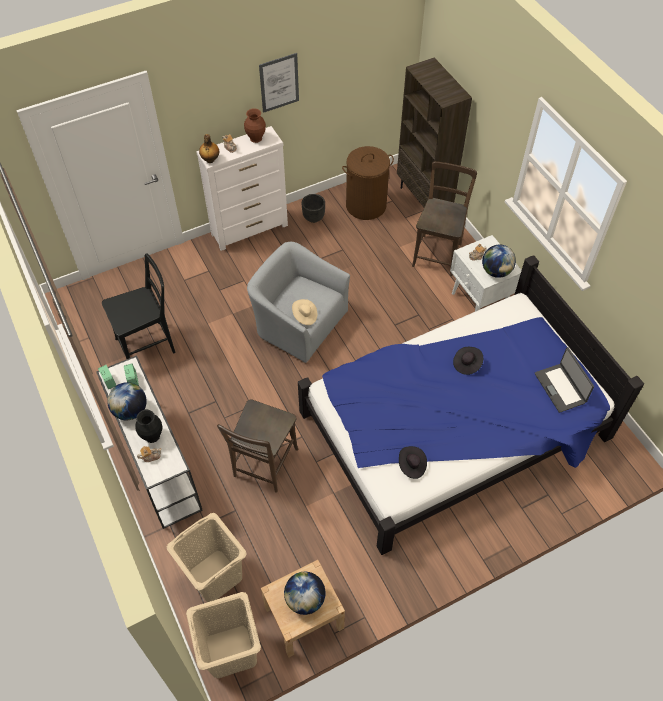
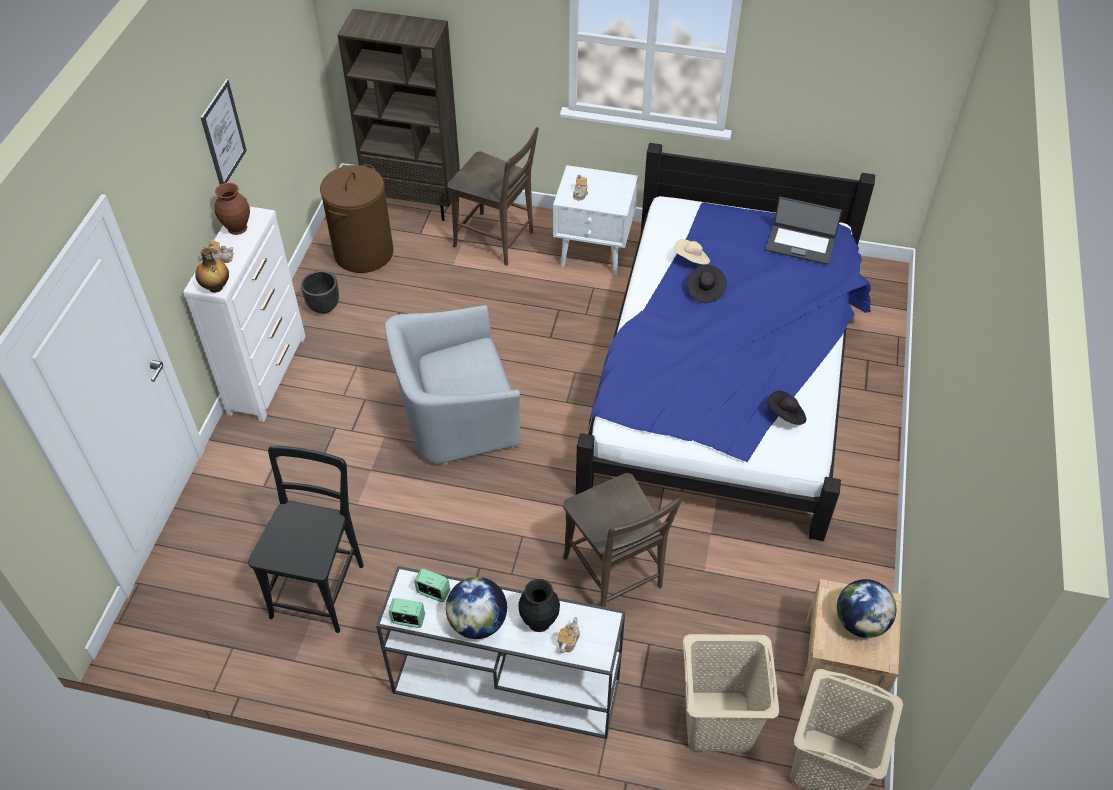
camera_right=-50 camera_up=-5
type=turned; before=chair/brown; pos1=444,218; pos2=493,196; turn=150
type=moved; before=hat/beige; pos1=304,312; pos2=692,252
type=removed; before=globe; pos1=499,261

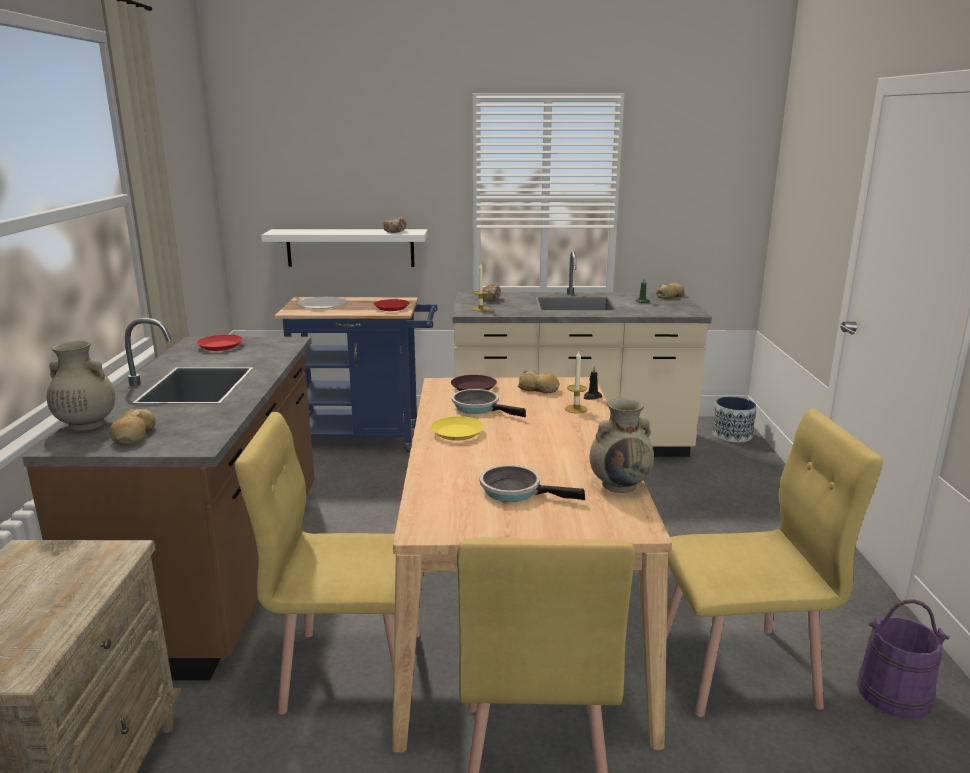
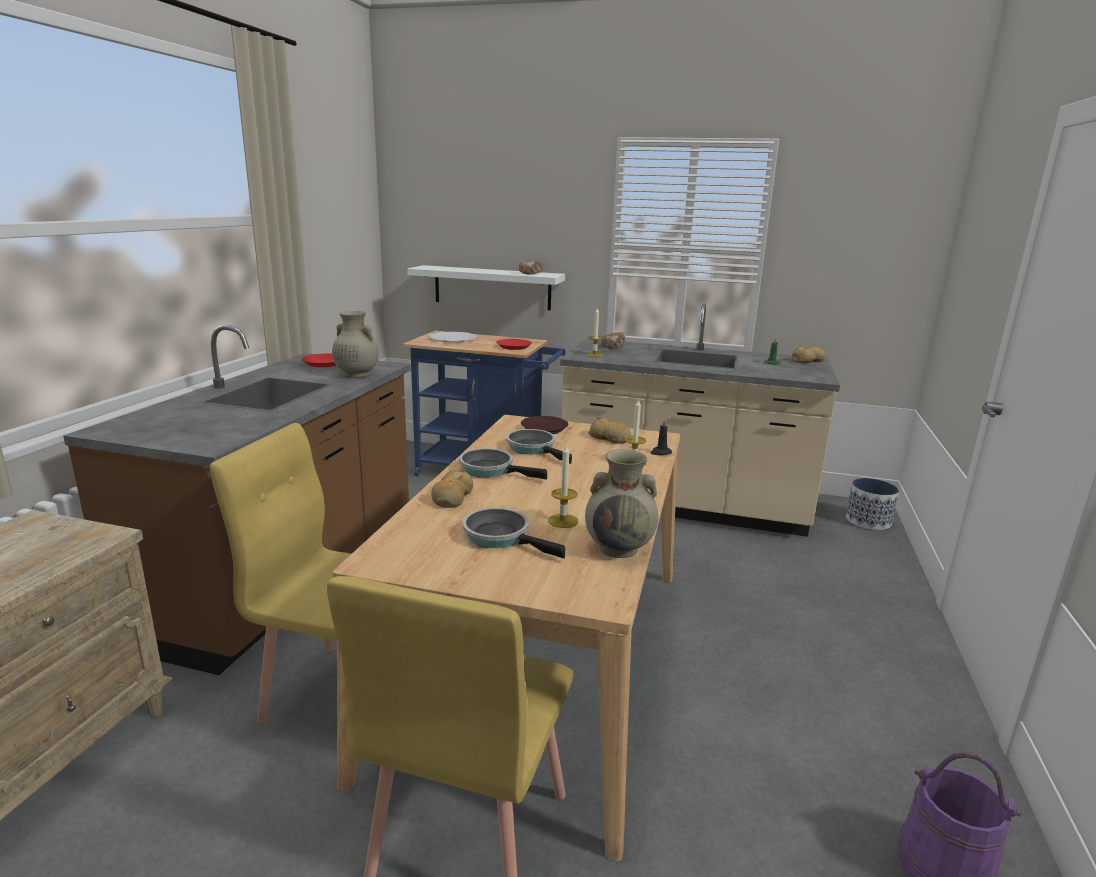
camera_right=15 camera_up=0
type=moved; before=vase/beige; pos1=80,386; pos2=355,344
type=moved; before=bread; pos1=132,426; pos2=452,489
type=replaced; before=plate/yellow; after=frying pan; pos1=457,428; pos2=503,464
type=added; after=candle; pos2=563,486
type=removed; before=chair/yellow; pos1=775,563

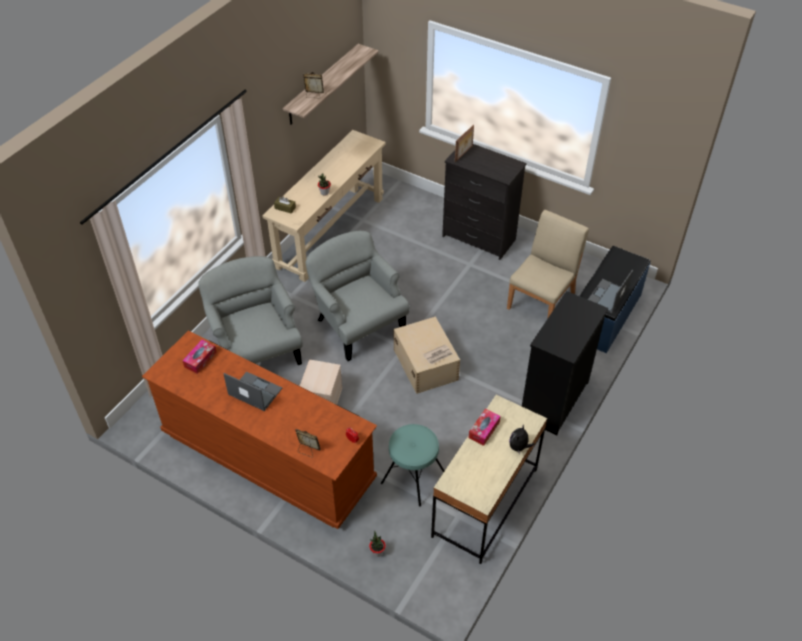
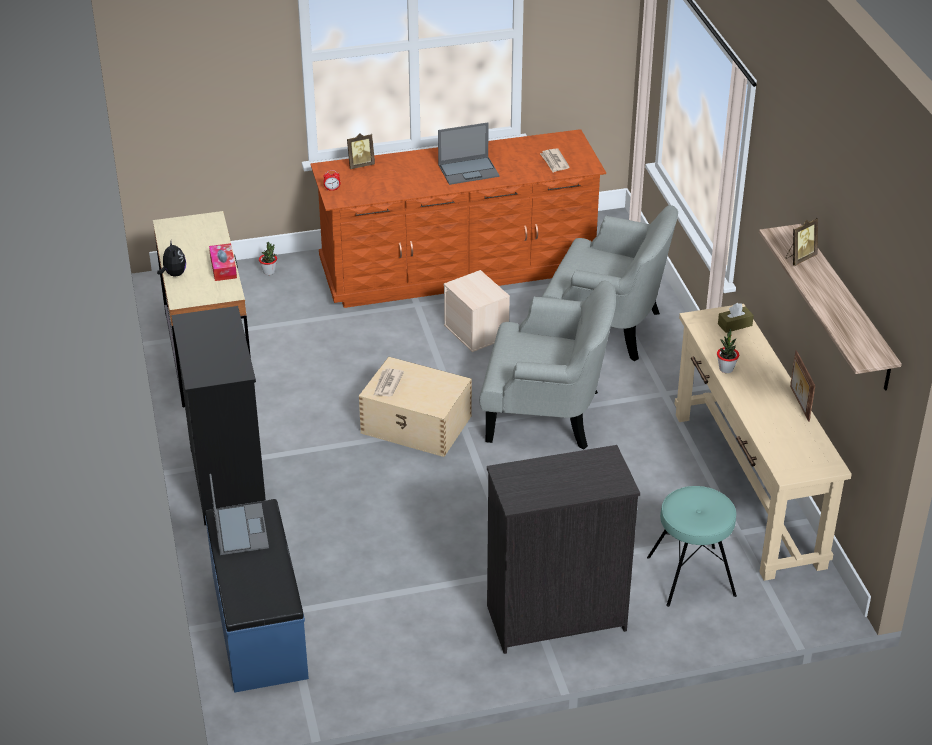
camera_right=135 camera_up=-10
type=replaced; before=tissue box; after=newspaper; pos1=199,357; pos2=555,160
type=moved; before=stool/turquoise; pos1=412,465; pos2=692,546
type=moved; before=picture frame; pos1=464,143; pos2=802,386
type=removed; before=chair/beige; pos1=548,263

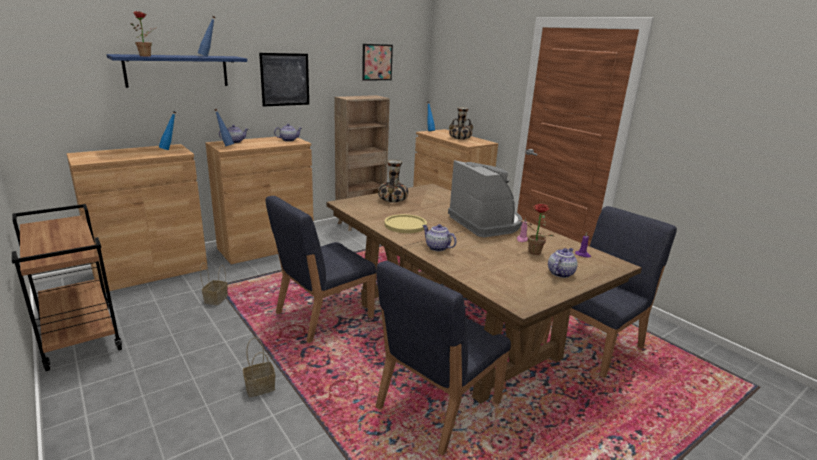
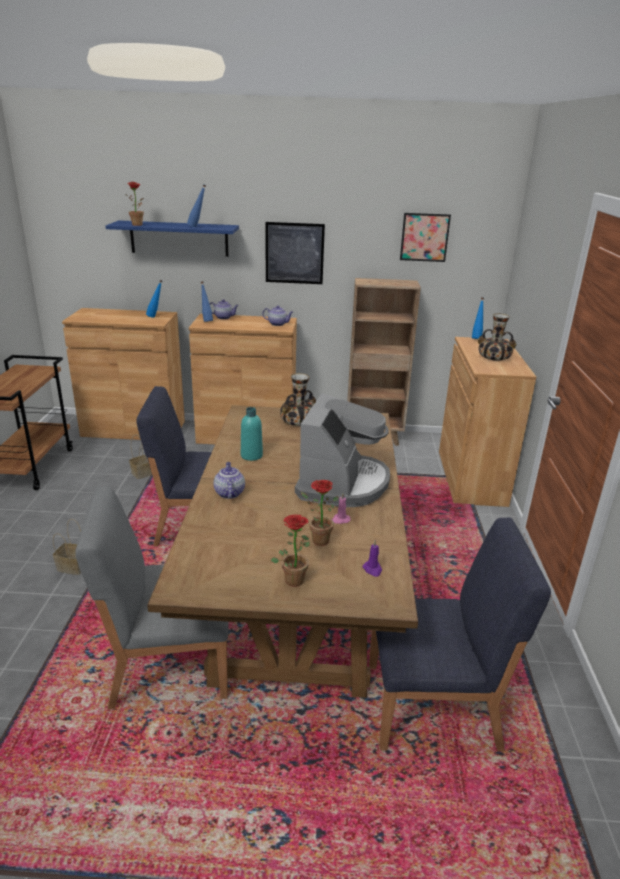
camera_right=40 camera_up=5
type=recoloured; before=chair/blue; after=chair/grey; pos1=443,358; pos2=152,598
type=replaced; before=plate/yellow; after=bottle/turquoise; pos1=405,223; pos2=252,434
type=replaced; before=teapot; after=potted plant; pos1=563,263; pos2=290,551

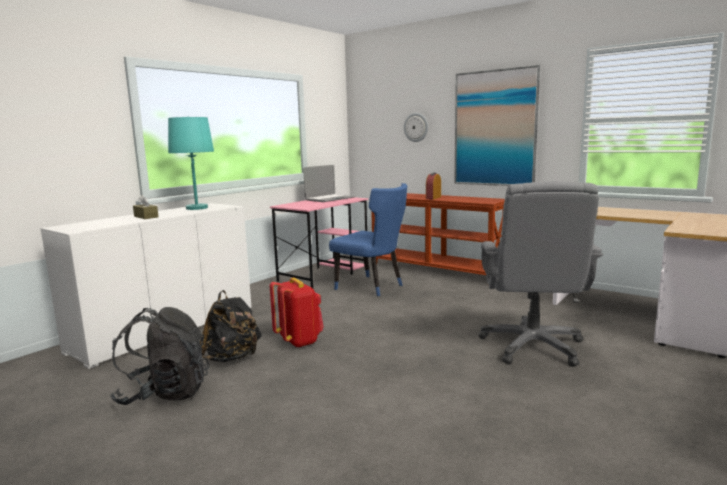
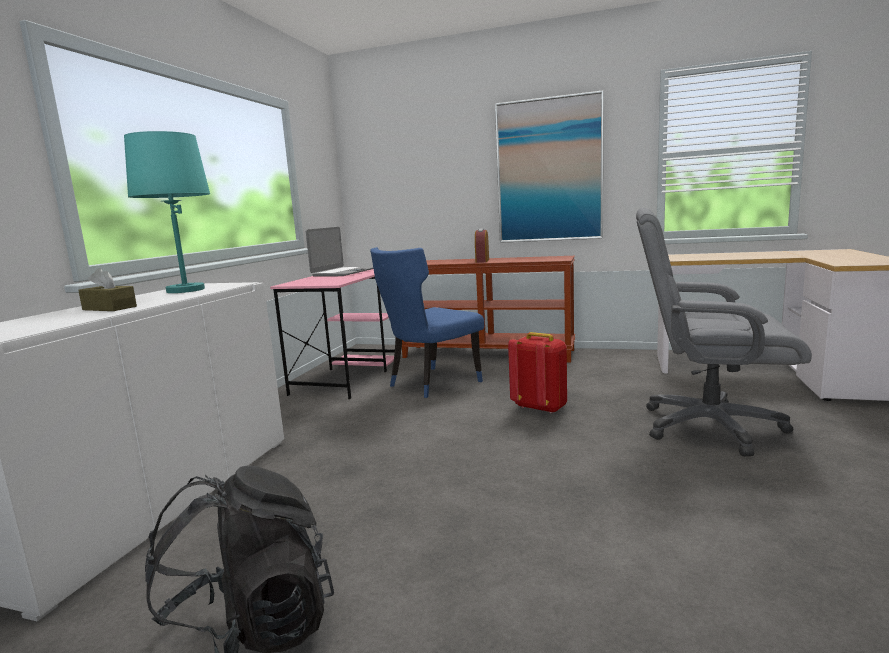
camera_right=-20 camera_up=0
type=turned; before=chair/blue; pos1=368,239; pos2=427,322; turn=120
type=moved; before=backpack/red; pos1=297,312; pos2=537,373
type=turned; before=office chair/grey; pos1=540,274; pos2=724,332; turn=120
type=removed; before=backpack/black; pos1=231,326
type=removed; before=wall clock; pos1=416,127

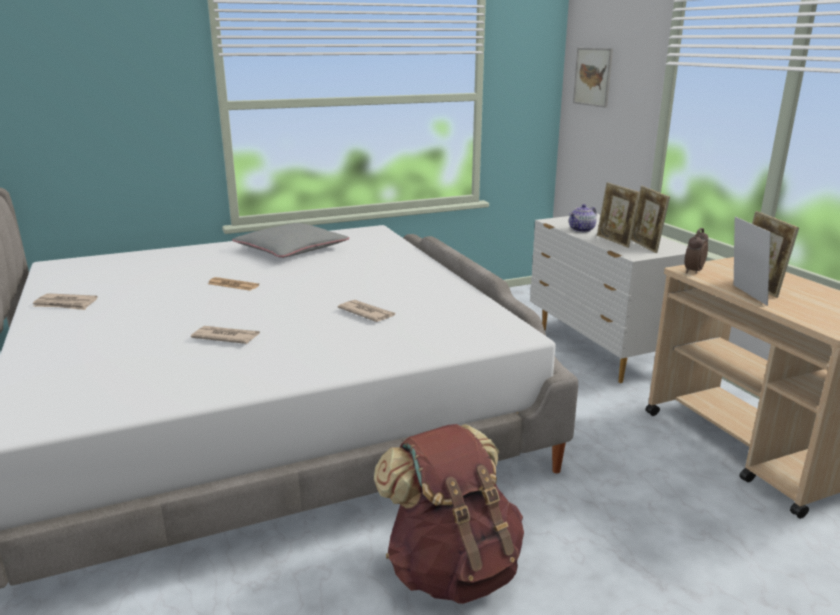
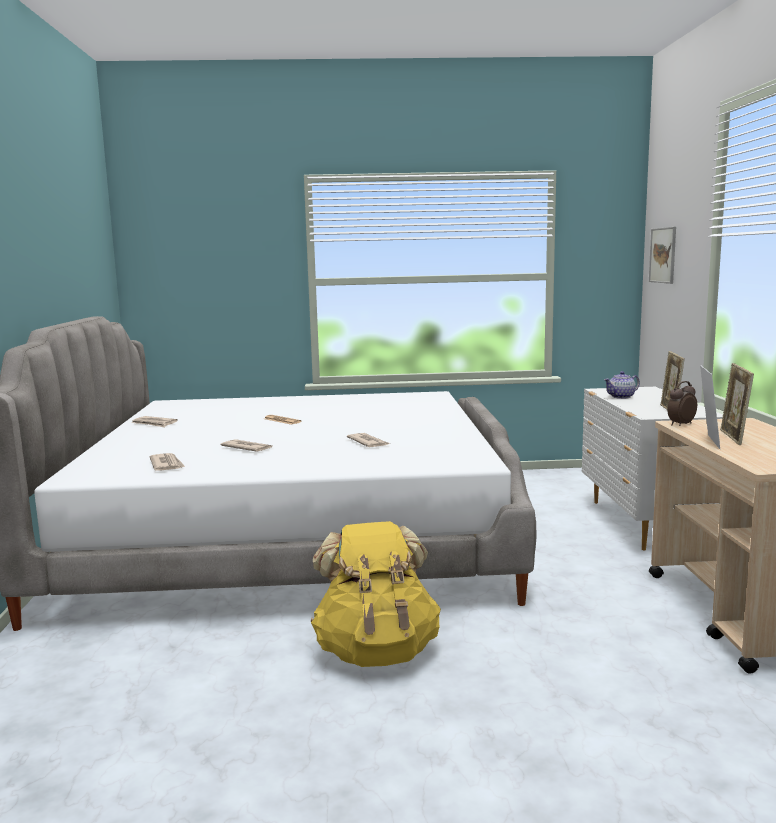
camera_right=20 camera_up=-10
type=added; after=newspaper; pos2=167,462
type=recoloured; before=backpack/brown; after=backpack/yellow; pos1=449,514; pos2=376,594
type=removed; before=pillow/grey; pos1=290,240
type=removed; before=picture frame; pos1=618,215

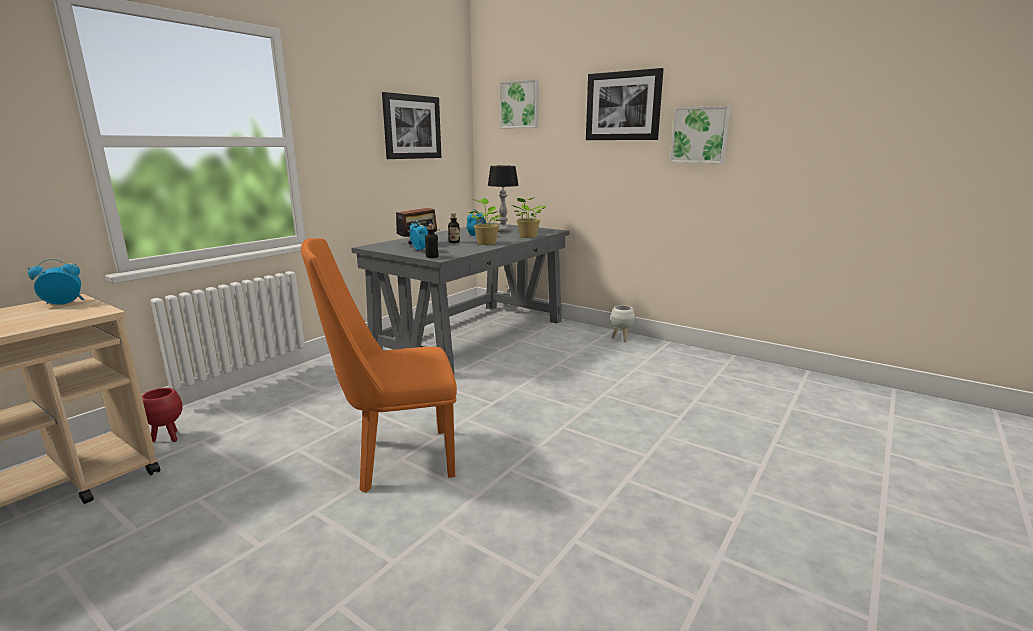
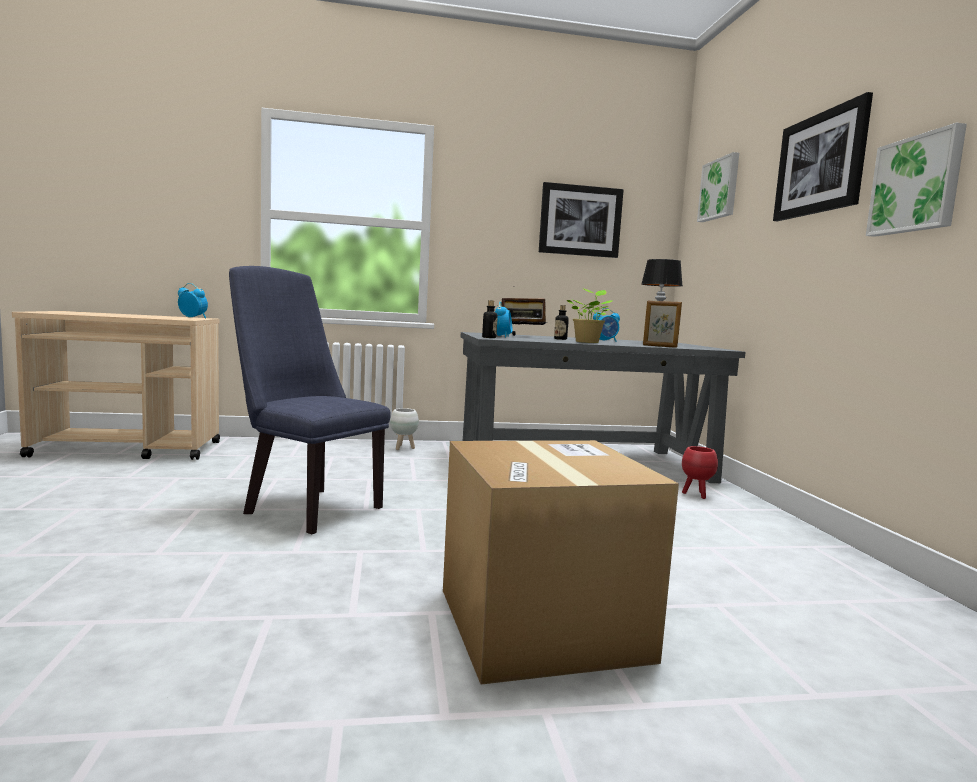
camera_right=45 camera_up=-10
type=recoloured; before=chair/orange; after=chair/blue; pos1=379,365; pos2=310,400
type=moved; before=planter/white; pos1=623,323; pos2=404,429
type=added; after=cardboard box; pos2=561,562
type=replaced; before=potted plant; after=picture frame; pos1=529,217; pos2=662,324
type=moved; before=planter/red; pos1=162,415; pos2=700,472

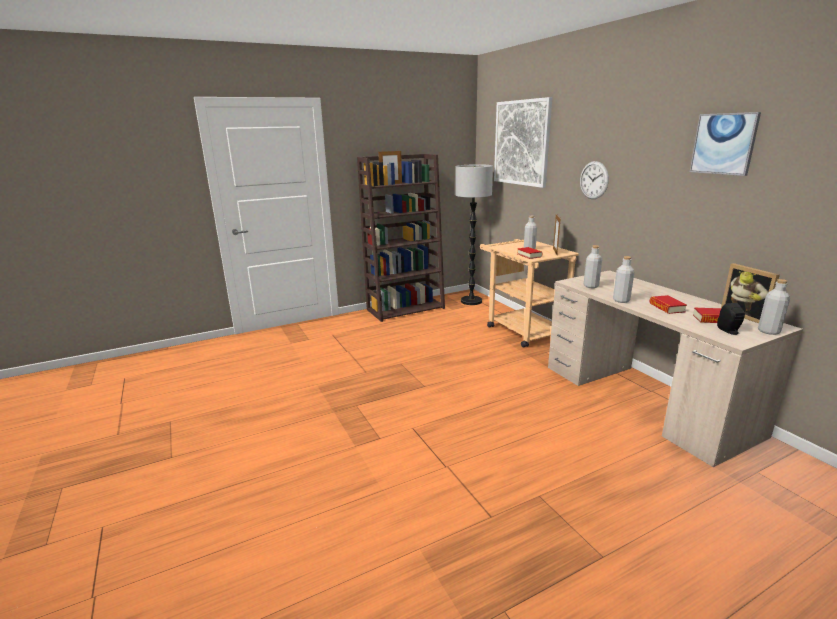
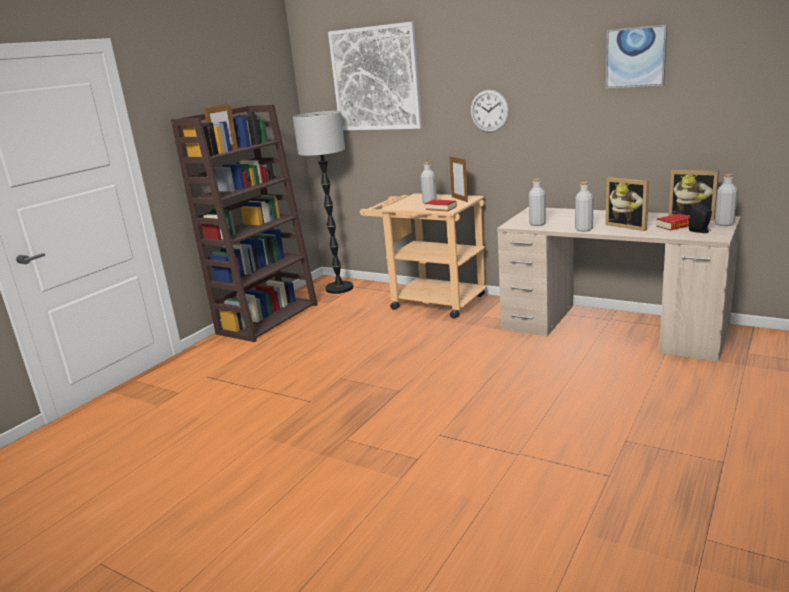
camera_right=-30 camera_up=0
type=replaced; before=book; after=picture frame; pos1=668,304; pos2=627,204

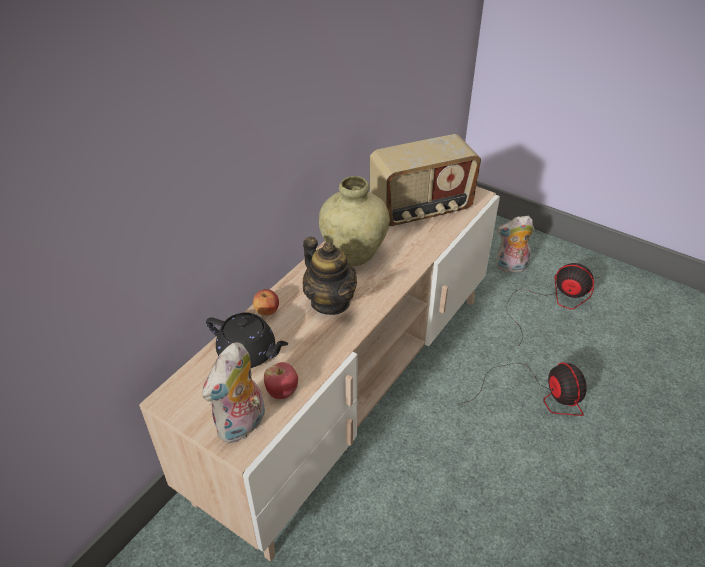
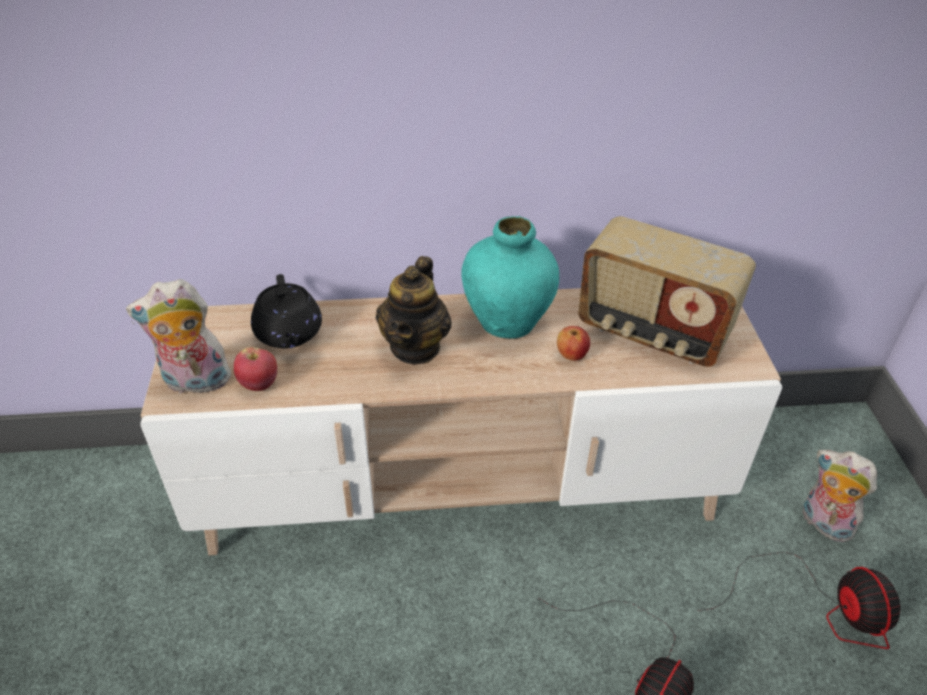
camera_right=50 camera_up=0
type=recoloured; before=vase/beige; after=vase/turquoise; pos1=354,221; pos2=510,277
type=moved; before=apple; pos1=266,302; pos2=573,343

